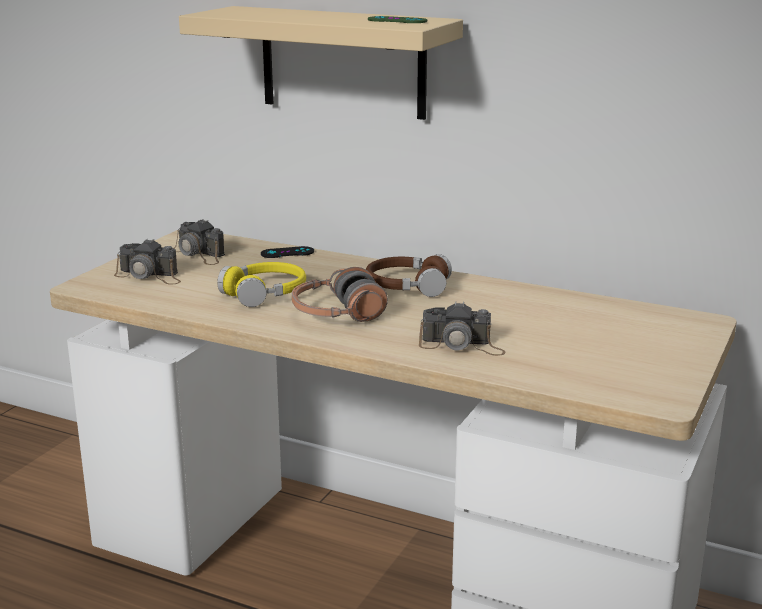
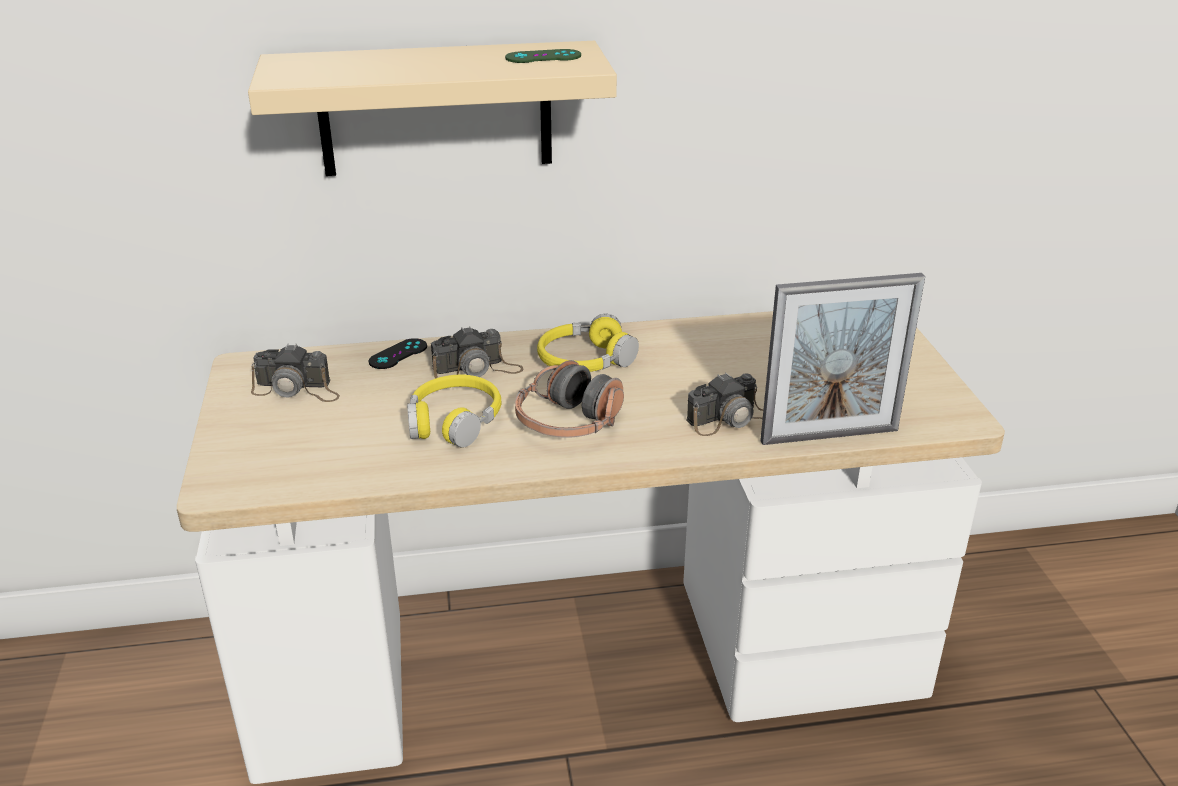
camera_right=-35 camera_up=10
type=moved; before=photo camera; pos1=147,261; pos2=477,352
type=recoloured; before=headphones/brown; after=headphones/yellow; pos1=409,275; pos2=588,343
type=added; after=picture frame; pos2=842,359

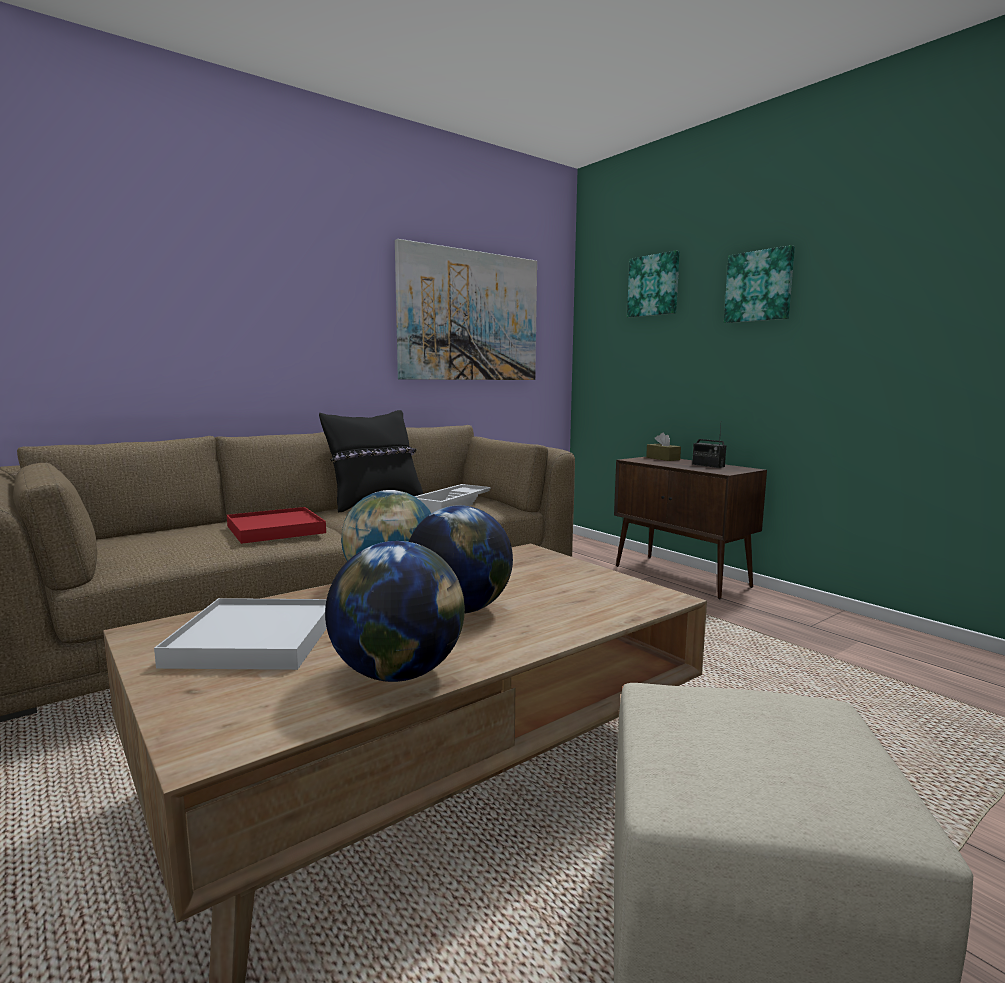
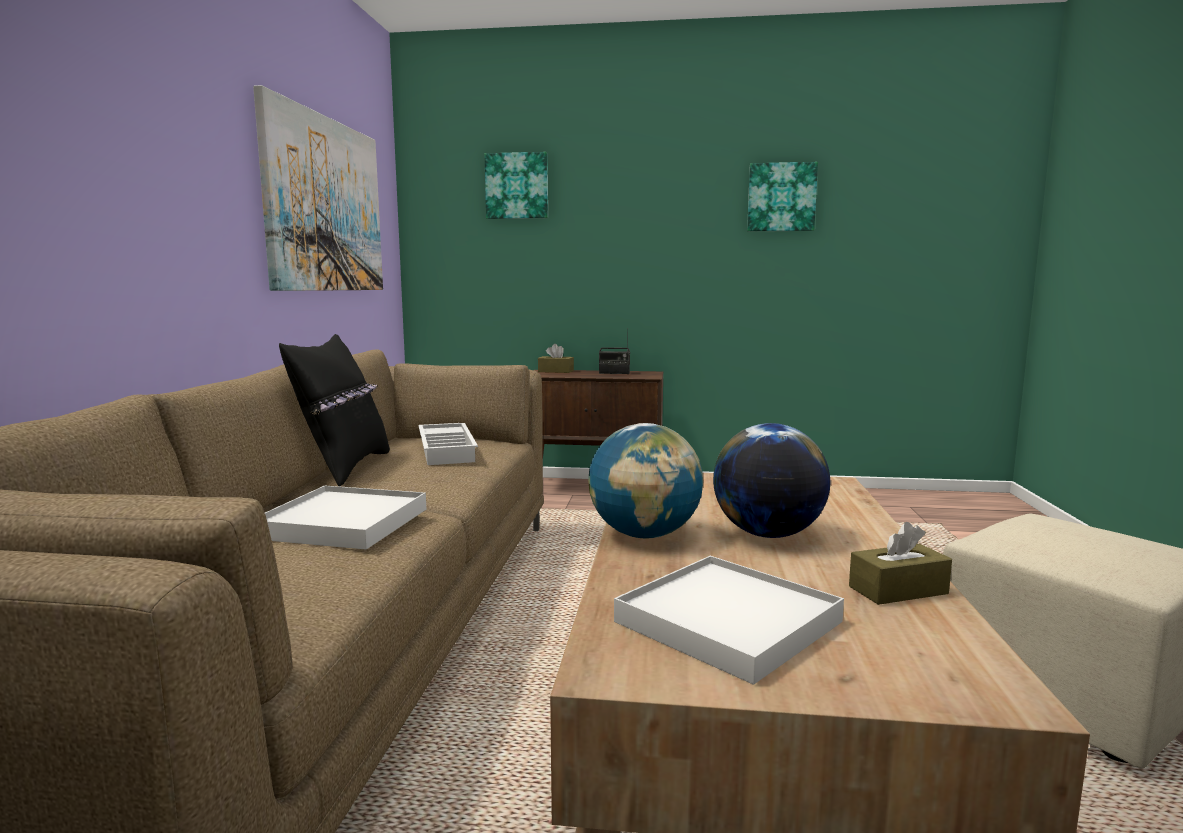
camera_right=-45 camera_up=0
type=recoloured; before=tray/red; after=tray/white; pos1=276,525; pos2=345,518
type=moved; before=picture; pos1=759,284; pos2=782,196
type=replaced; before=globe; after=tissue box/brown; pos1=395,611; pos2=900,563

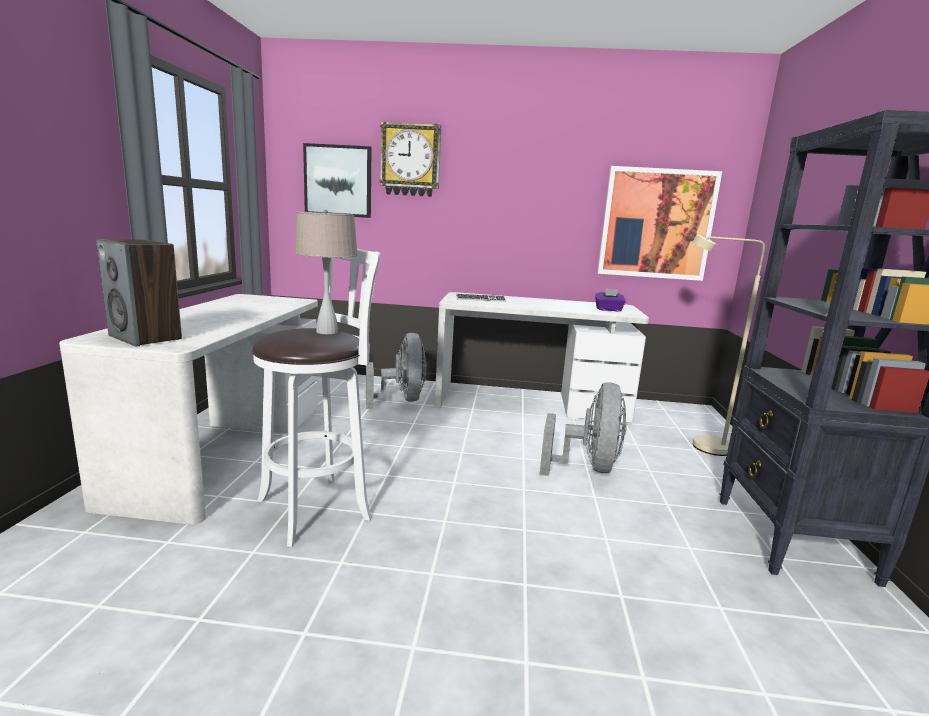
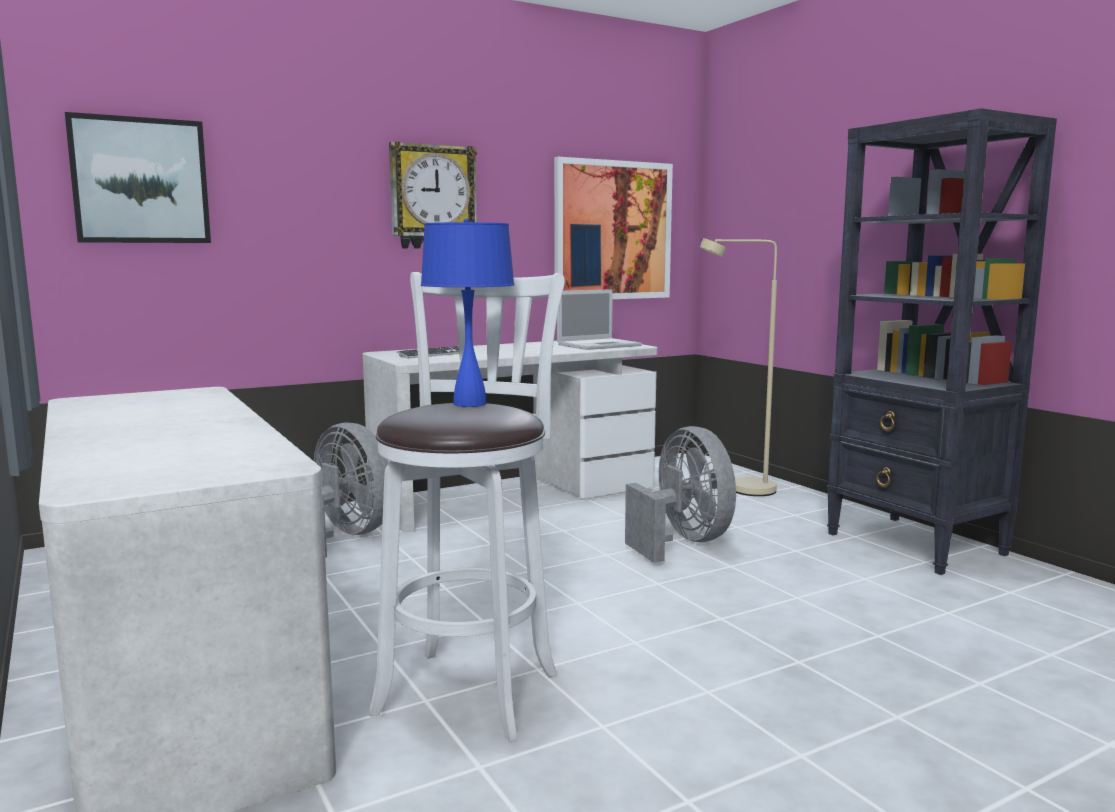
camera_right=-35 camera_up=-5
type=moved; before=wall clock; pos1=411,159; pos2=433,194
type=recoloured; before=table lamp/beige; after=table lamp/blue; pos1=326,272; pos2=467,312
type=replaced; before=tissue box/purple; after=laptop; pos1=610,299; pos2=599,319
type=removed; before=speaker; pos1=139,293

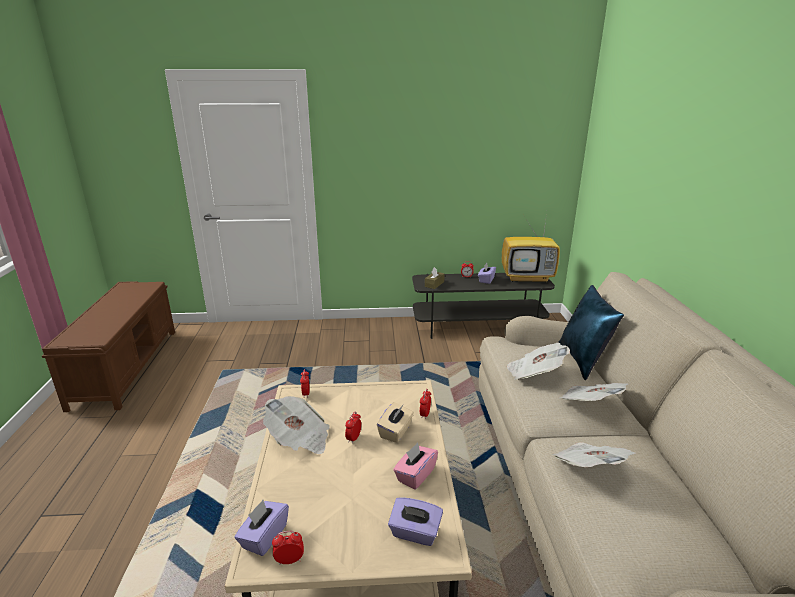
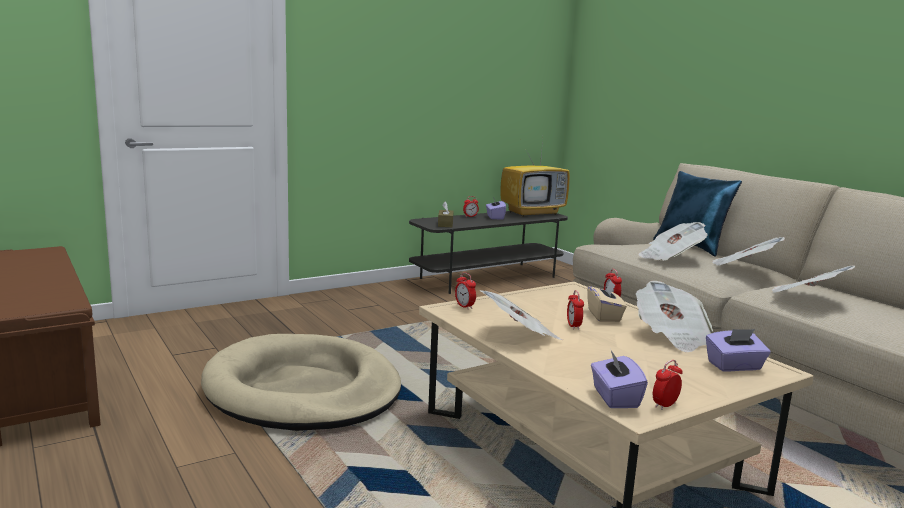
camera_right=-30 camera_up=-10
type=added; after=dog bed/beige; pos2=301,382
type=replaced; before=tissue box/pink; after=newspaper; pos1=415,466; pos2=674,316

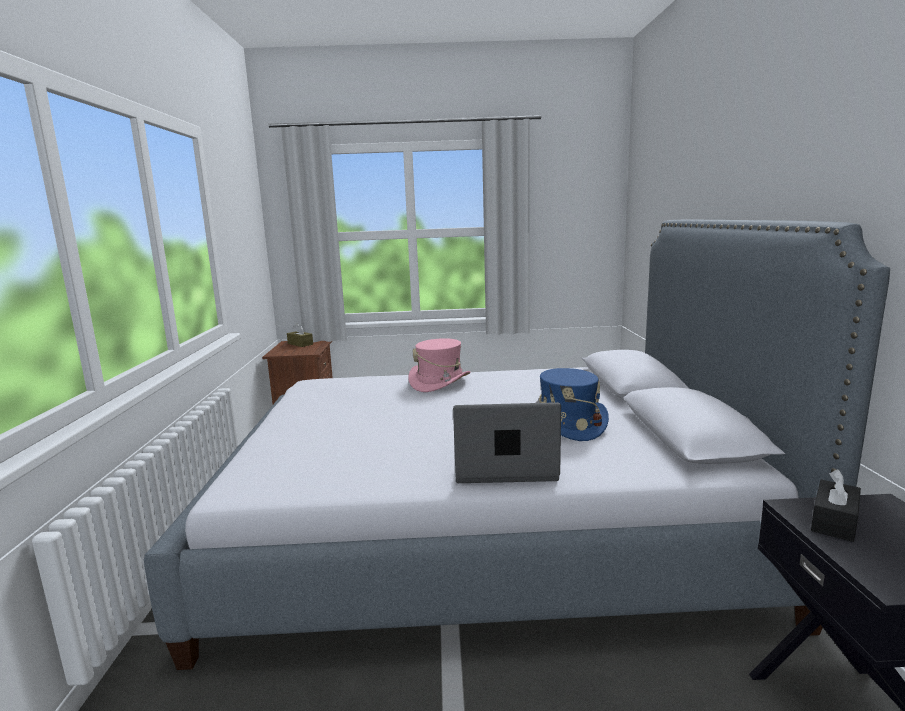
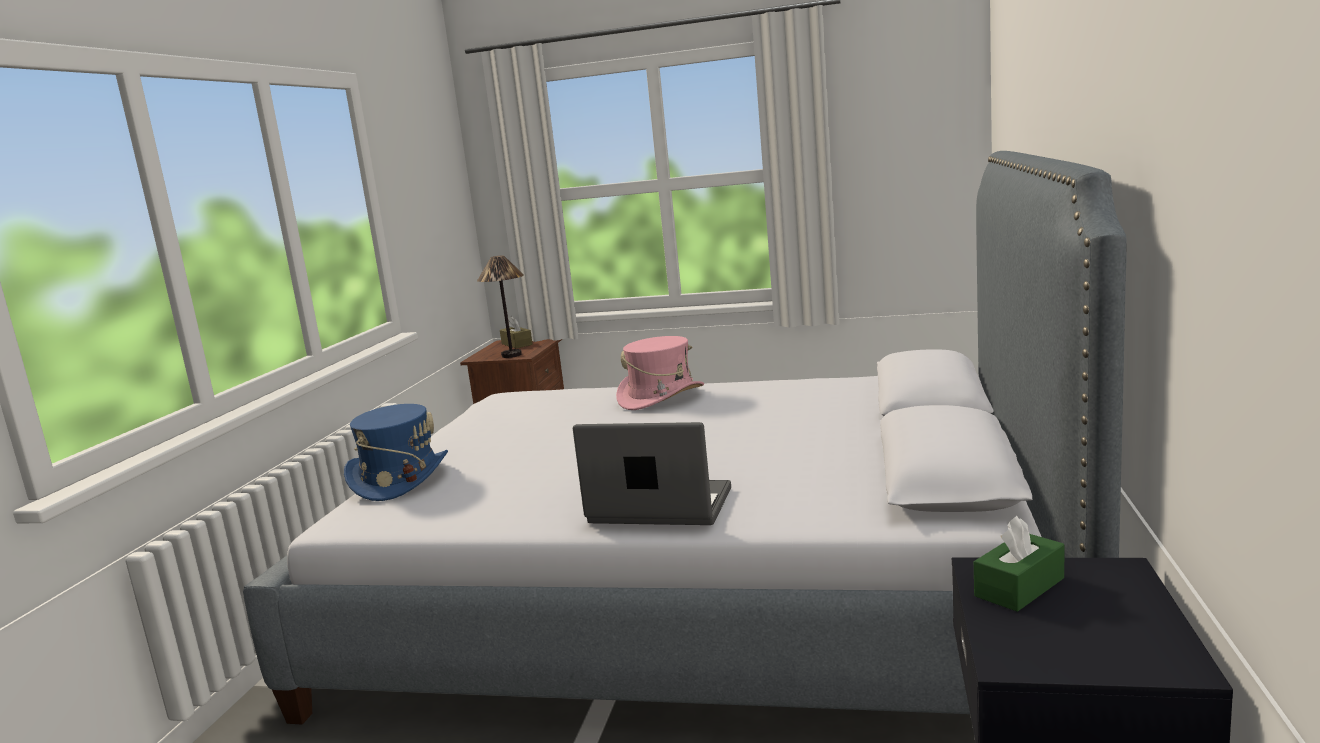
camera_right=15 camera_up=0
type=moved; before=hat/blue; pos1=572,404; pos2=396,452
type=added; after=table lamp; pos2=500,306
type=recoloured; before=tissue box/black; after=tissue box/green; pos1=836,505; pos2=1019,564

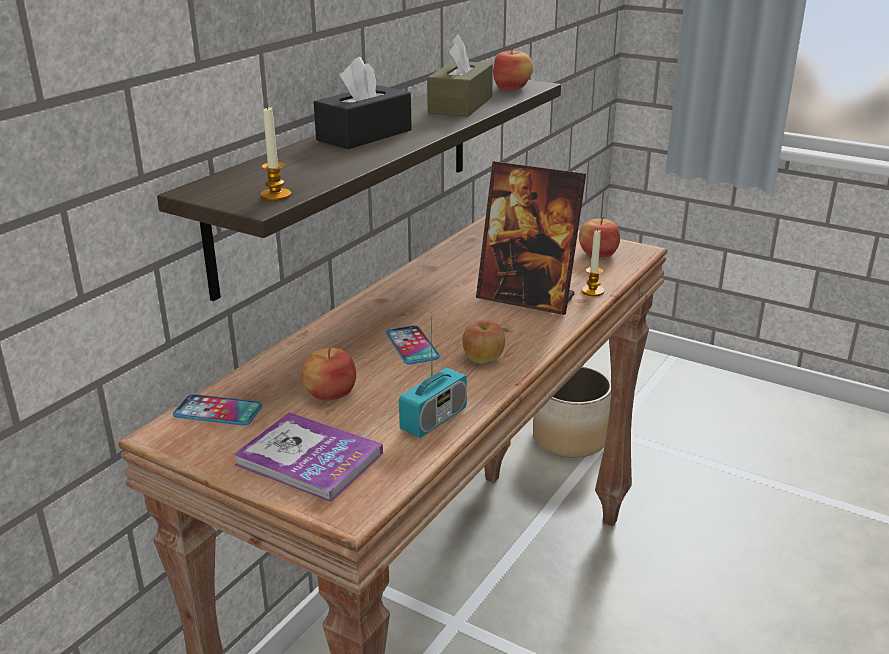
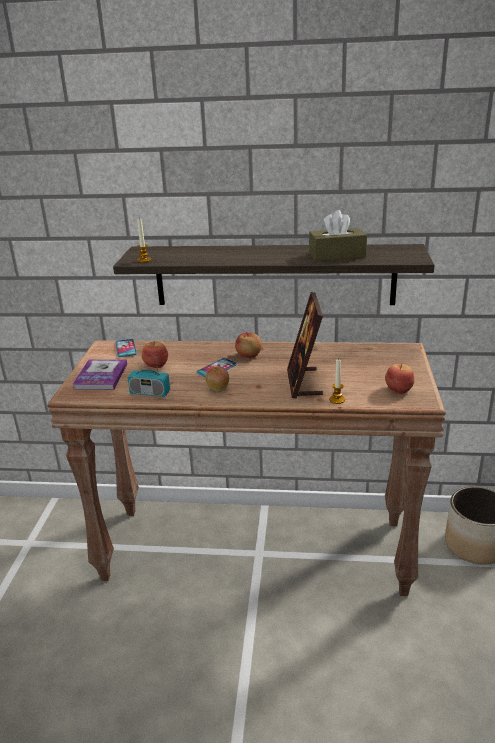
camera_right=65 camera_up=0
type=moved; before=apple; pos1=513,68; pos2=248,345
type=removed; before=tissue box/black; pos1=363,103

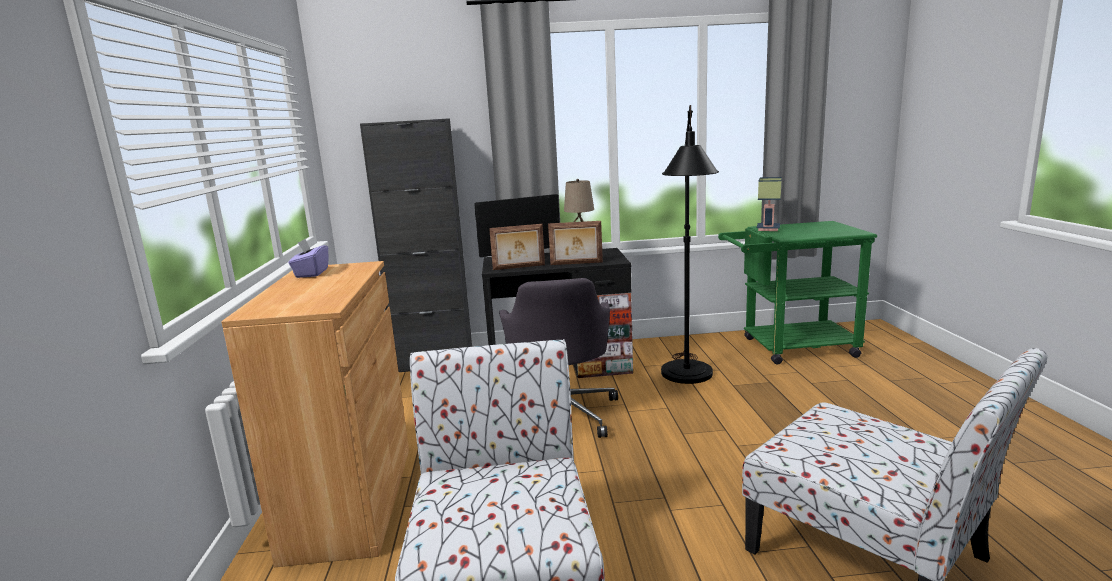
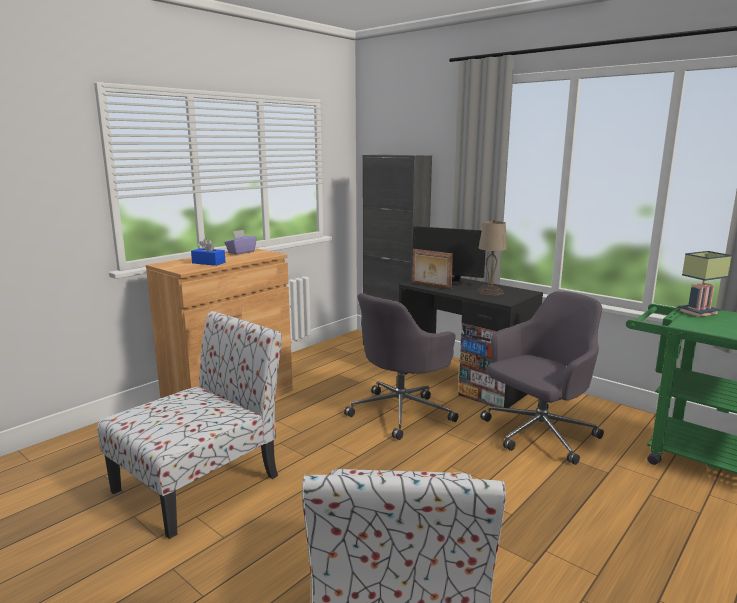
camera_right=45 camera_up=0
type=added; after=tissue box/blue; pos2=208,252
type=replaced; before=floor lamp/black; after=office chair/grey; pos1=690,244; pos2=542,378
type=removed; before=picture frame; pos1=575,243

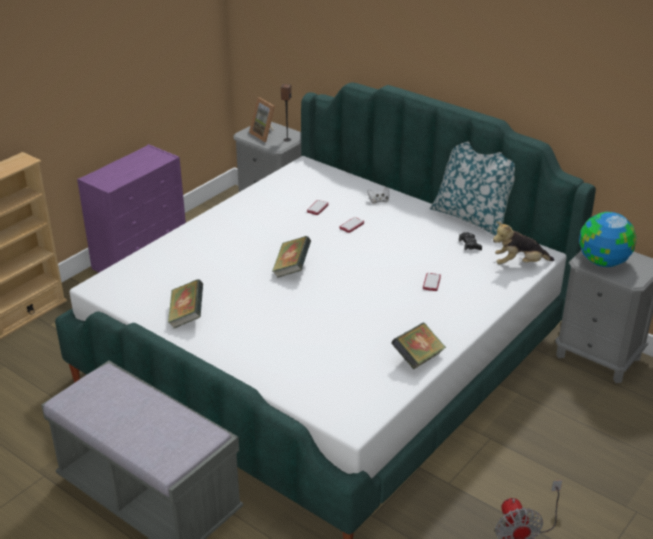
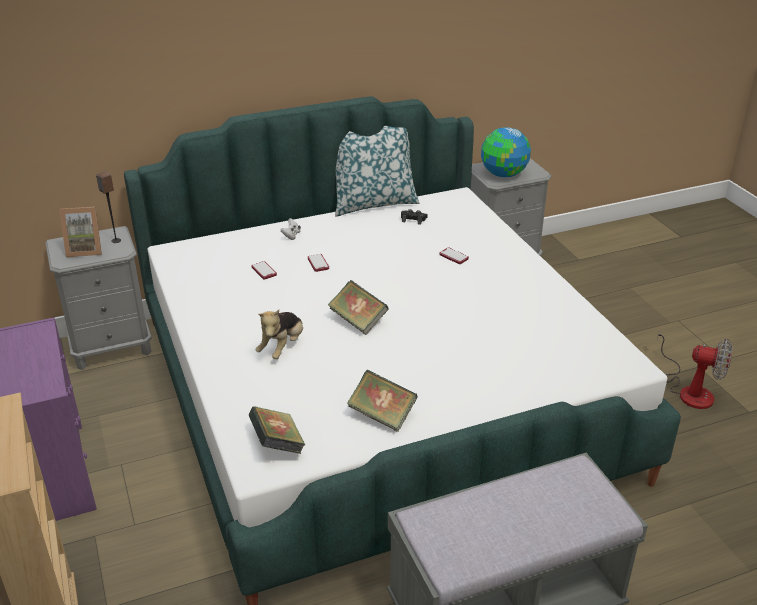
camera_right=-60 camera_up=0
type=moved; before=book; pos1=418,346; pos2=277,430
type=moved; before=plush toy; pos1=523,242; pos2=279,334

